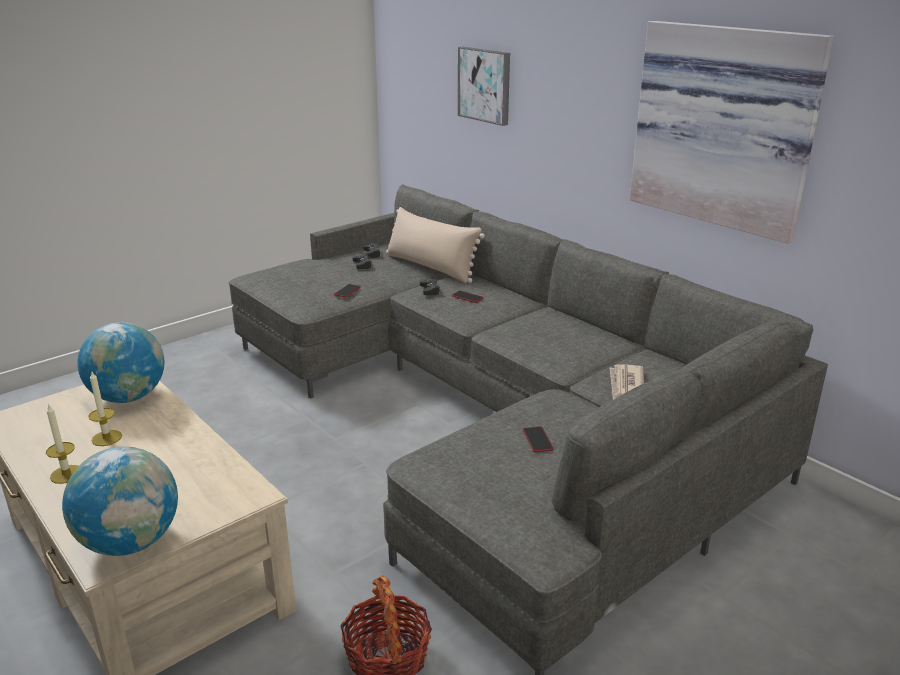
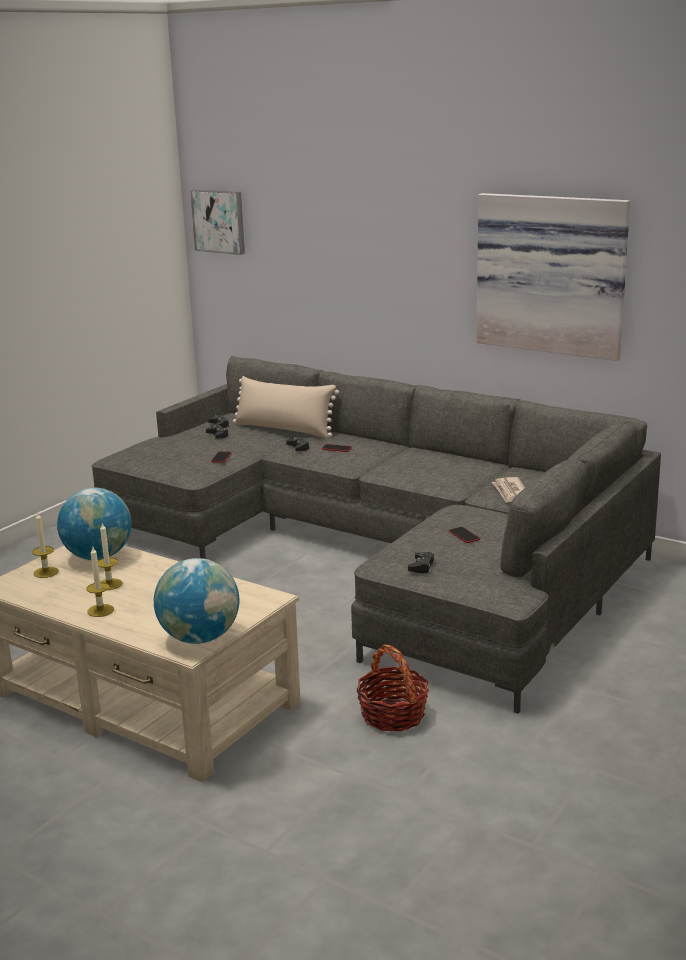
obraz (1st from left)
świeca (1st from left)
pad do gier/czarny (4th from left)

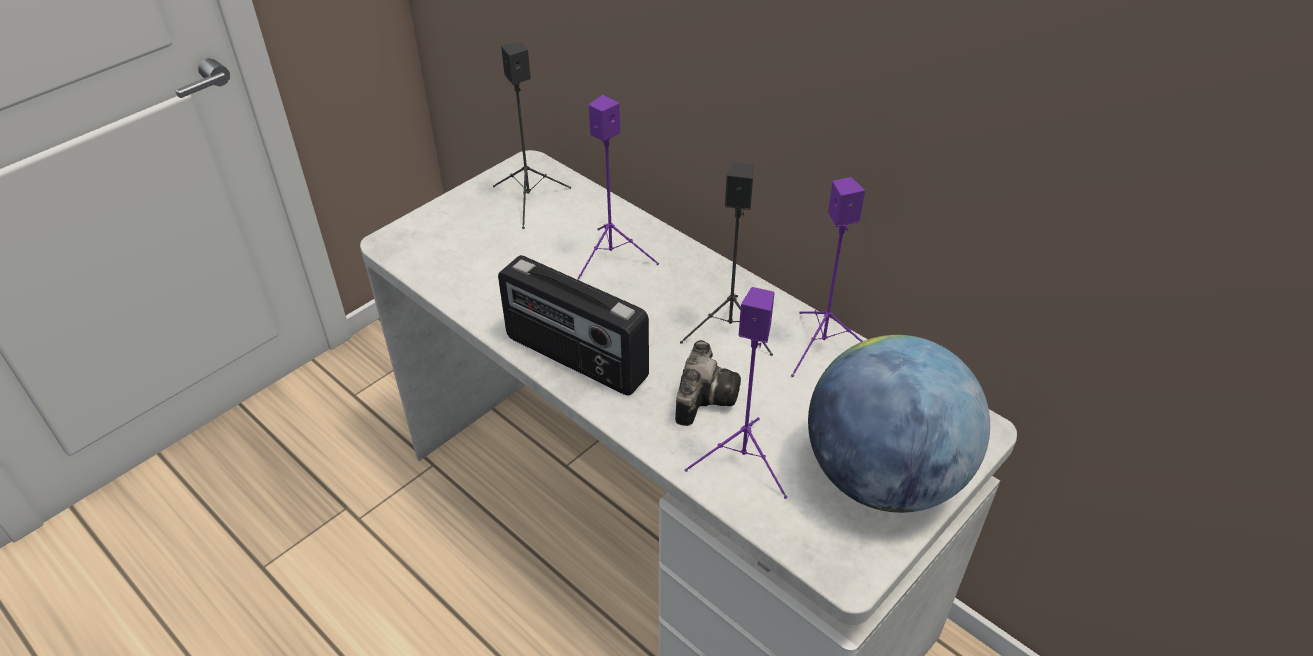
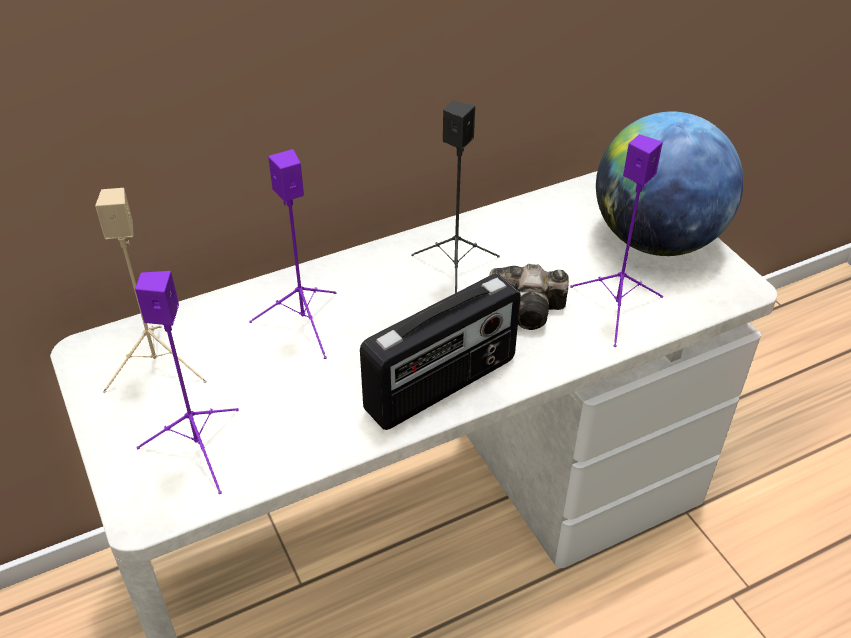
głośnik/beżowy
aparat fotograficzny
głośnik/fioletowy (1st from left)

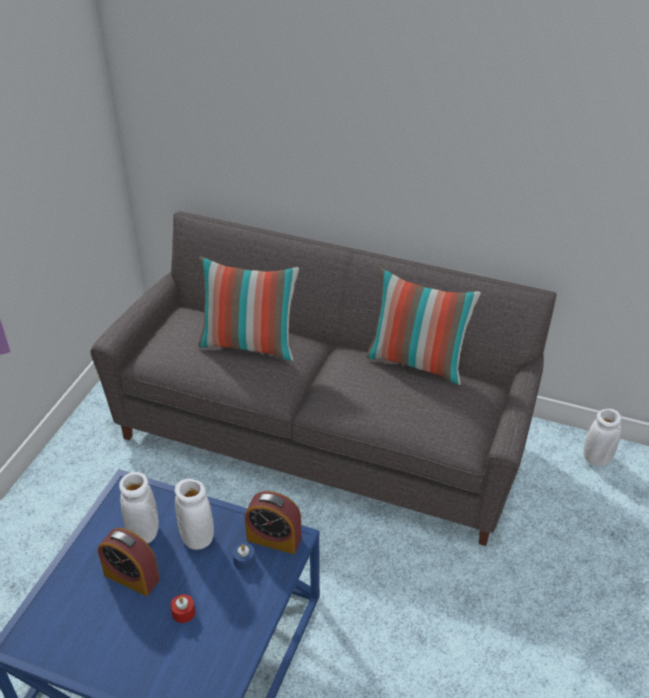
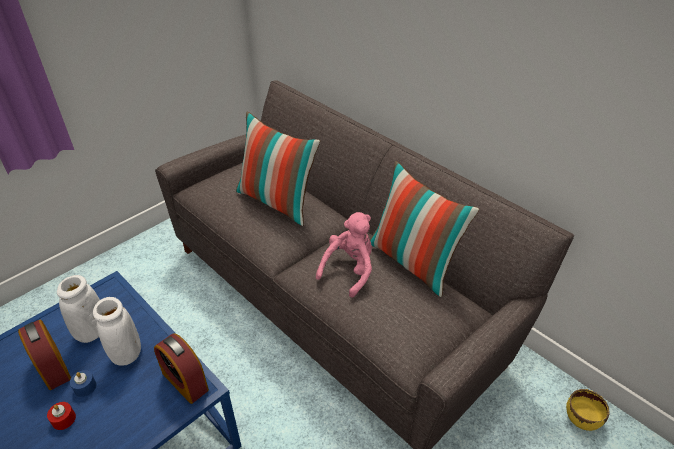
świeca/niebieski
miska/żółty
pluszak/różowy

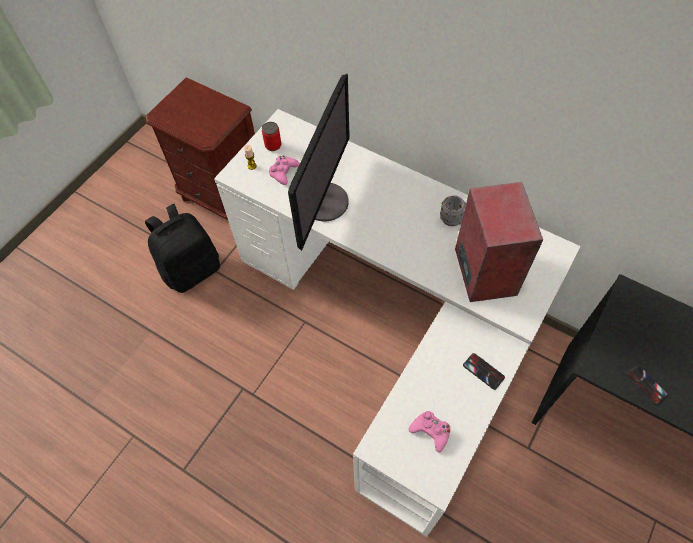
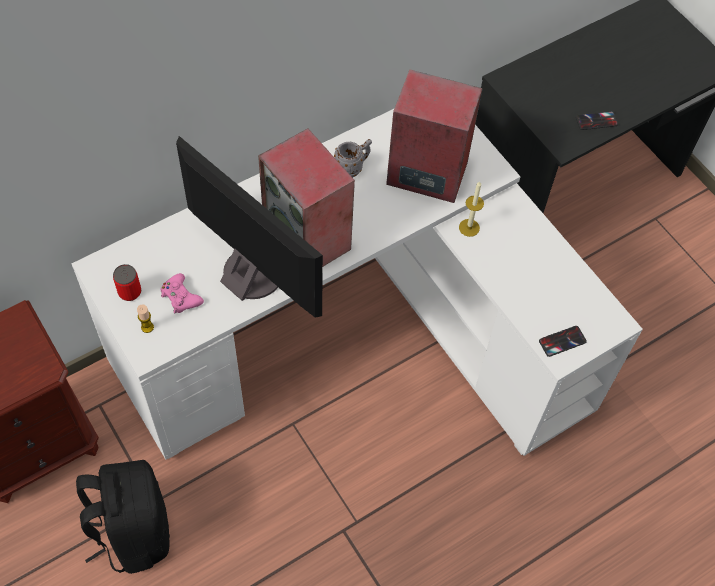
pad do gier/różowy (2nd from left in the first image)
telefon (1st from left)
głośnik (1st from left)
świeca (2nd from left)

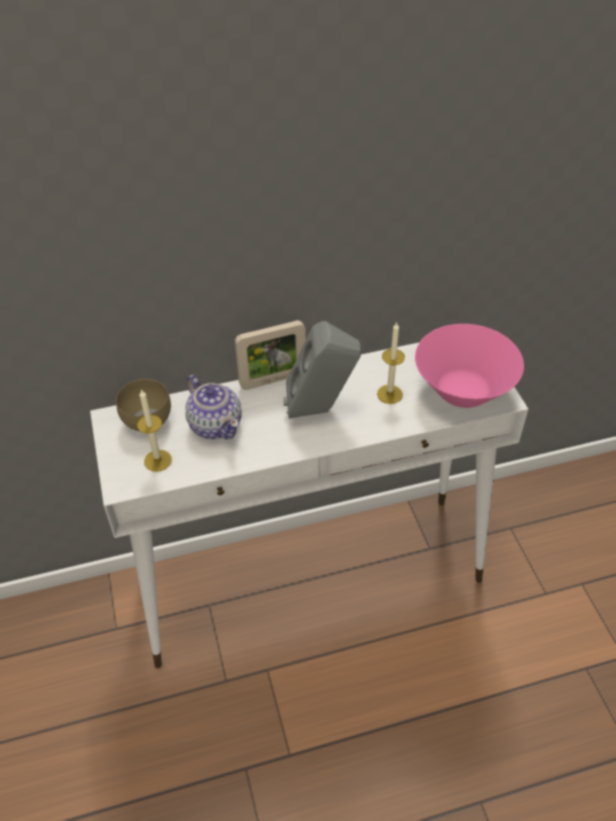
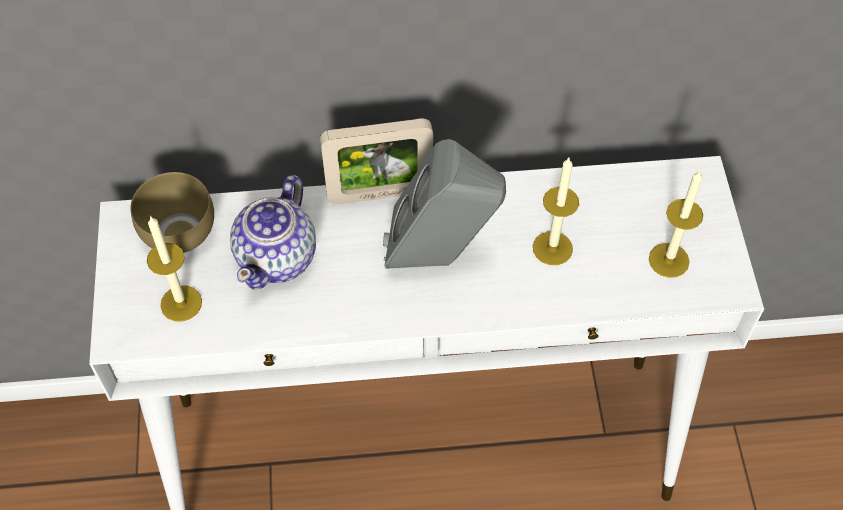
imbryk
świeca (3rd from left)

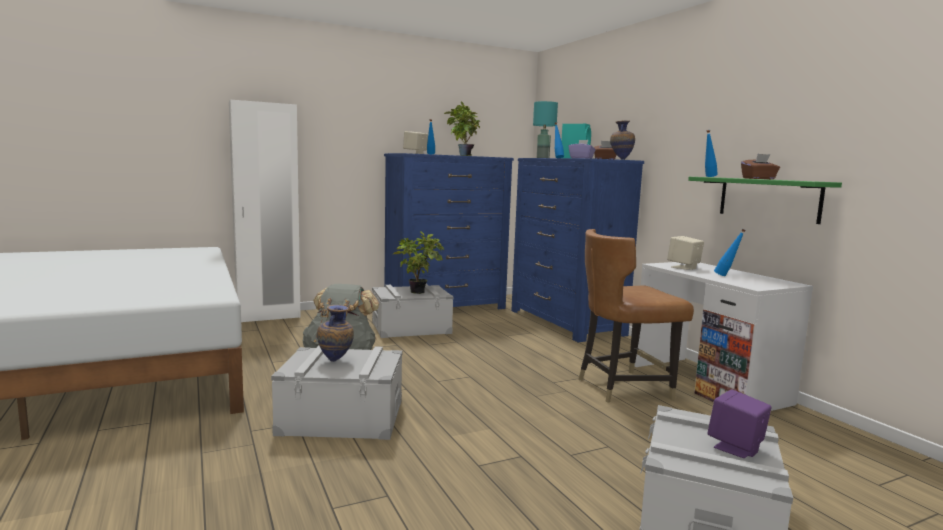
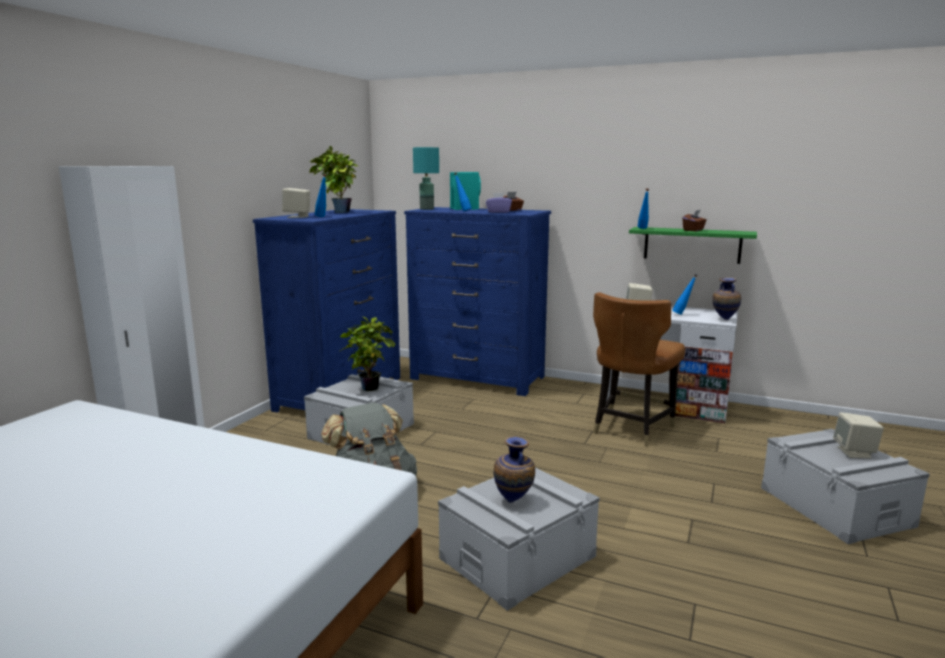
wazon (2nd from left)
głośnik/beżowy (3rd from left)

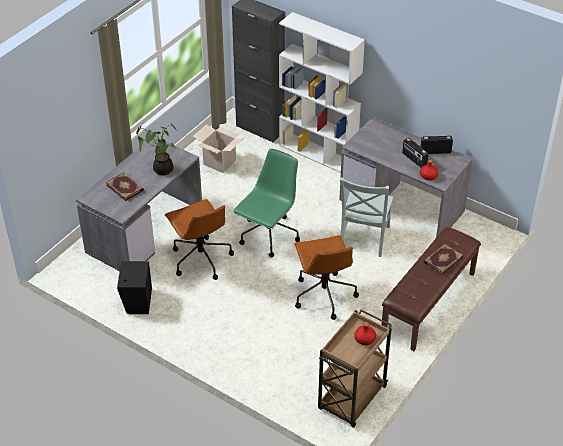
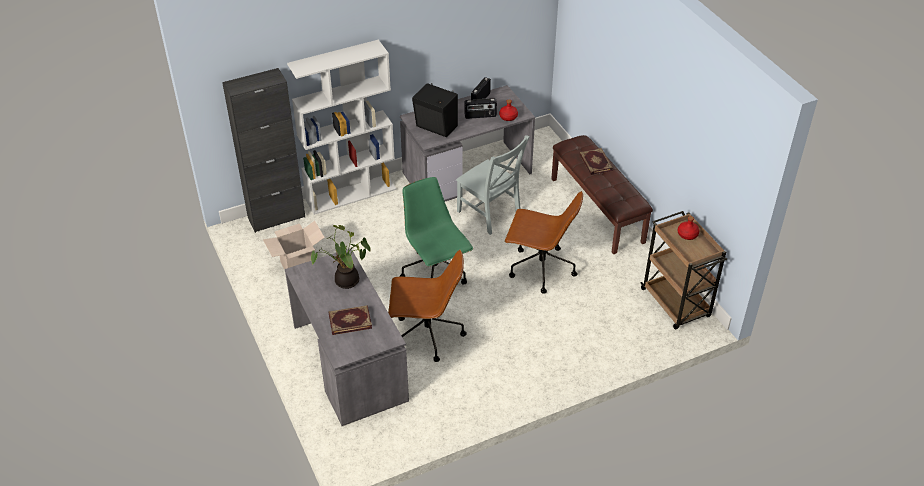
głośnik/czarny

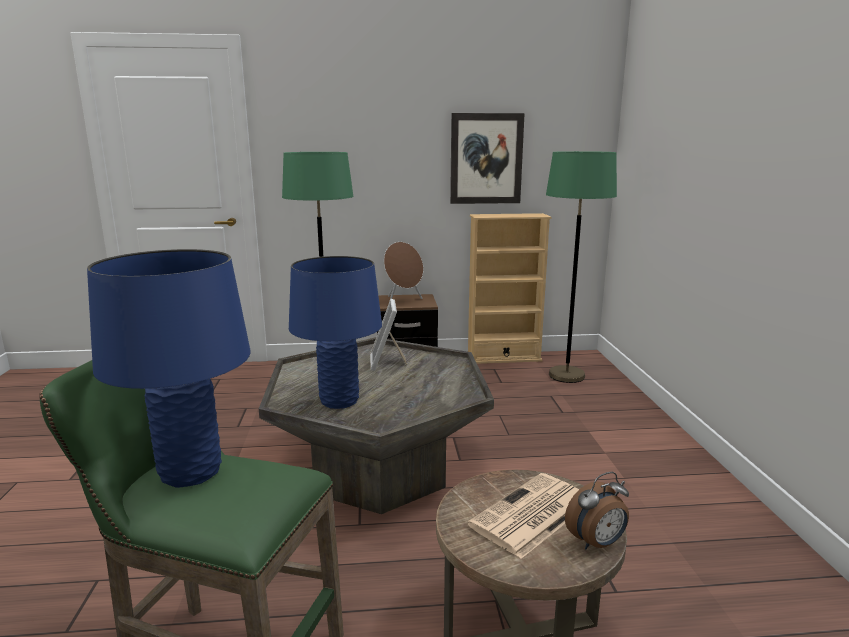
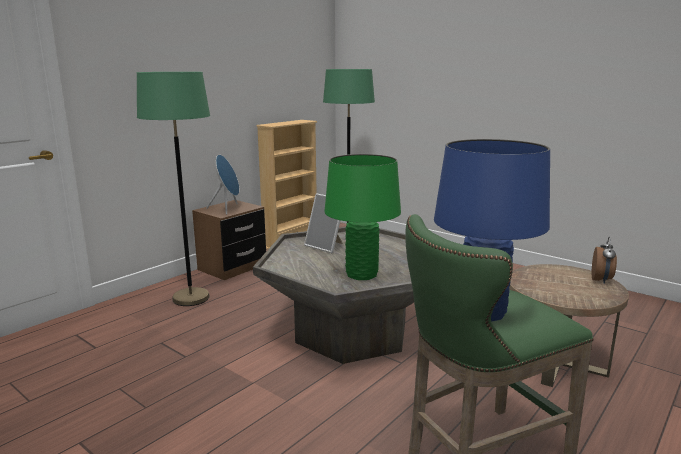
lampa stołowa/zielony
głośnik/niebieski
obraz
gazeta

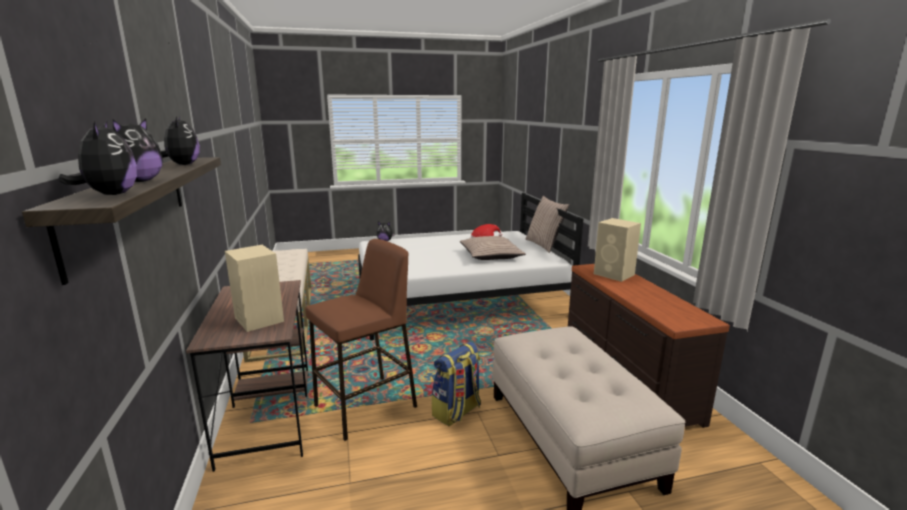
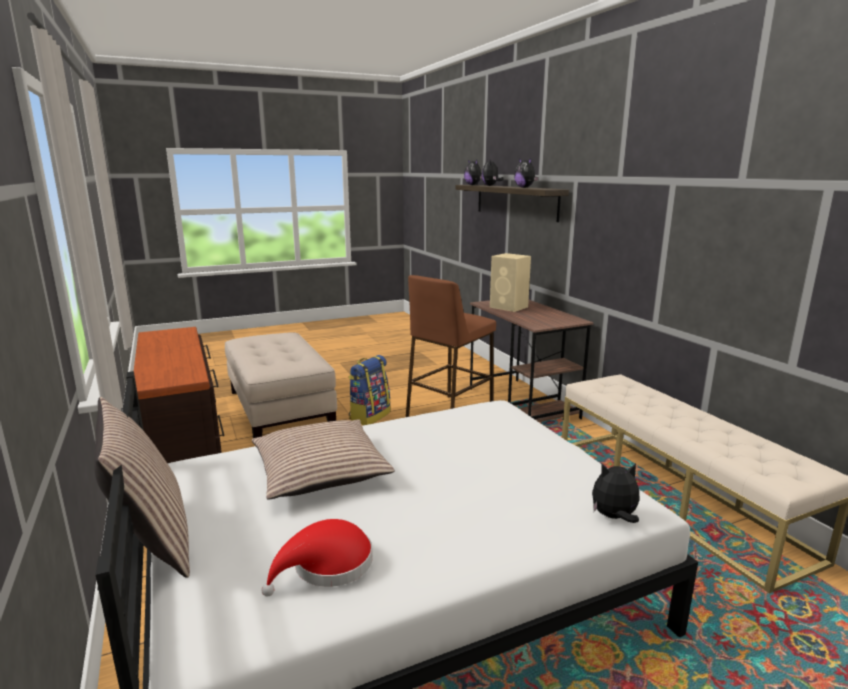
głośnik/beżowy (2nd from left in the first image)

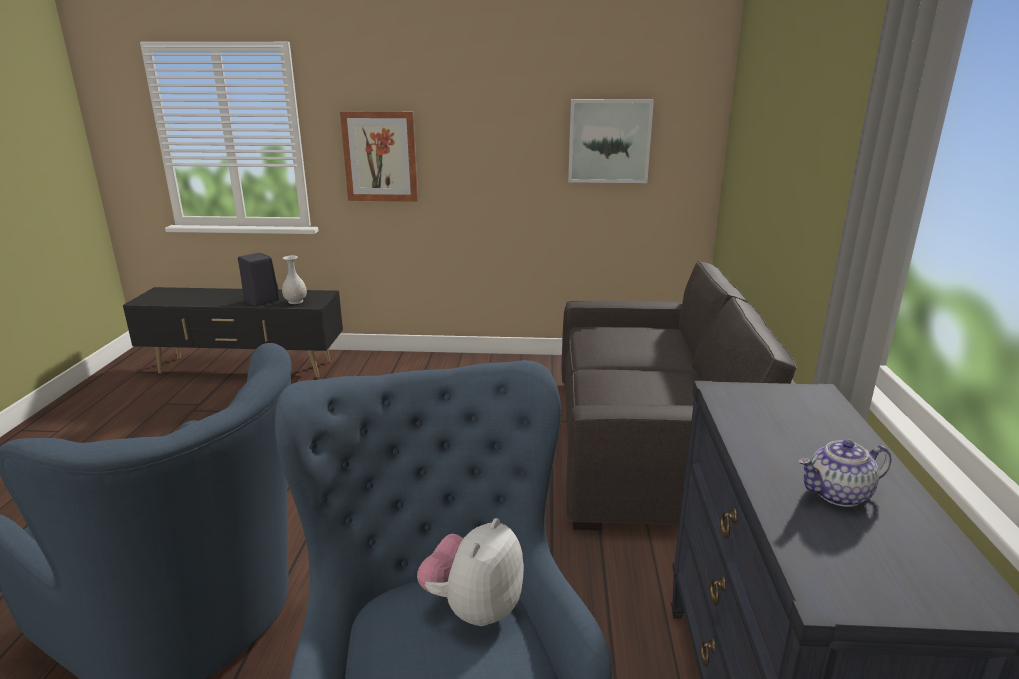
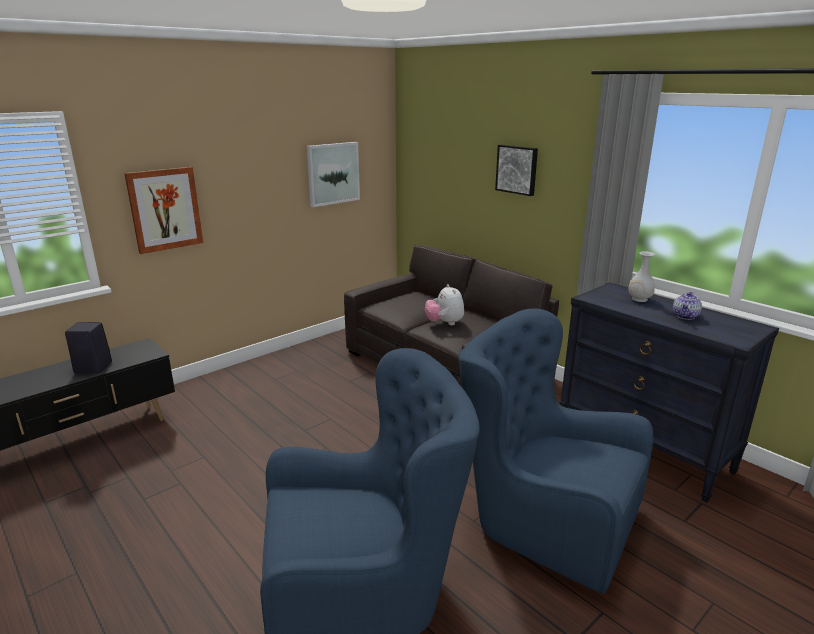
wazon/biały
pluszak
obraz (3rd from left)

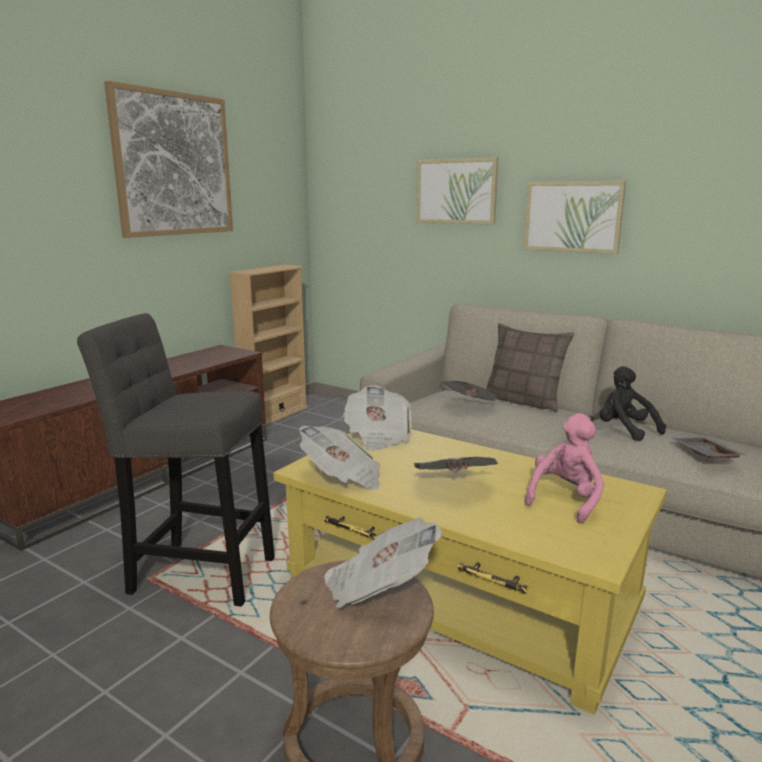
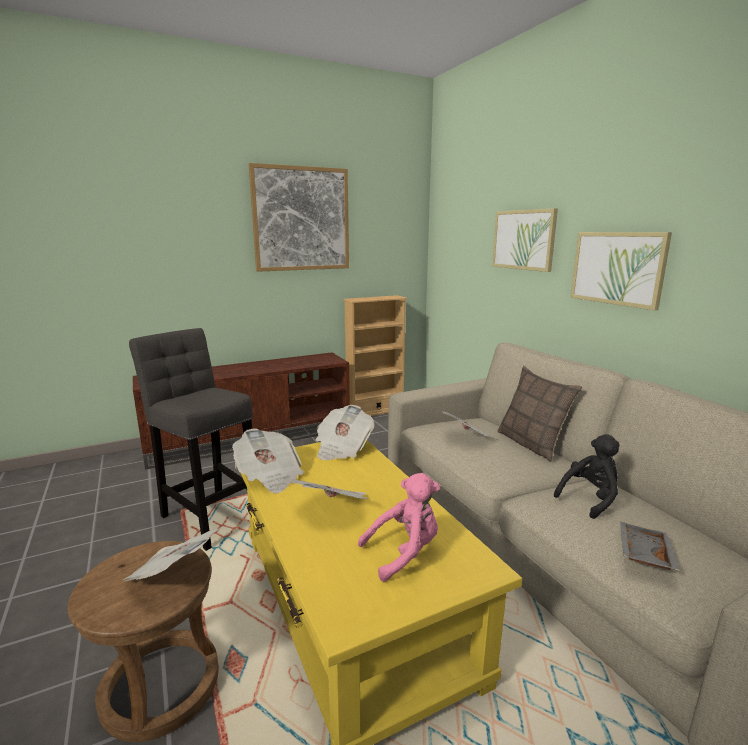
pluszak/czarny

